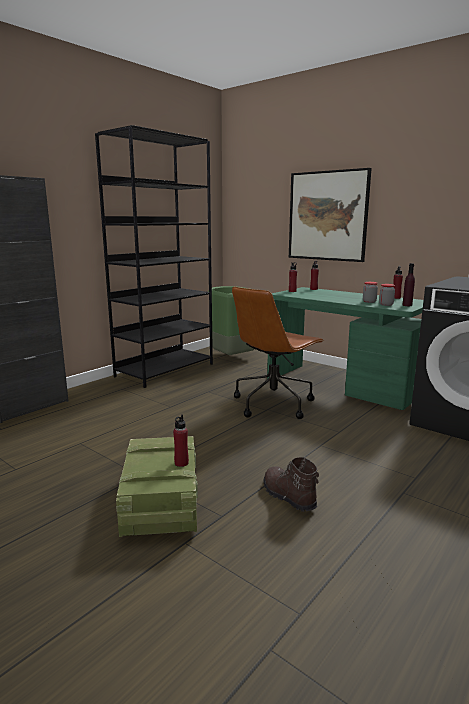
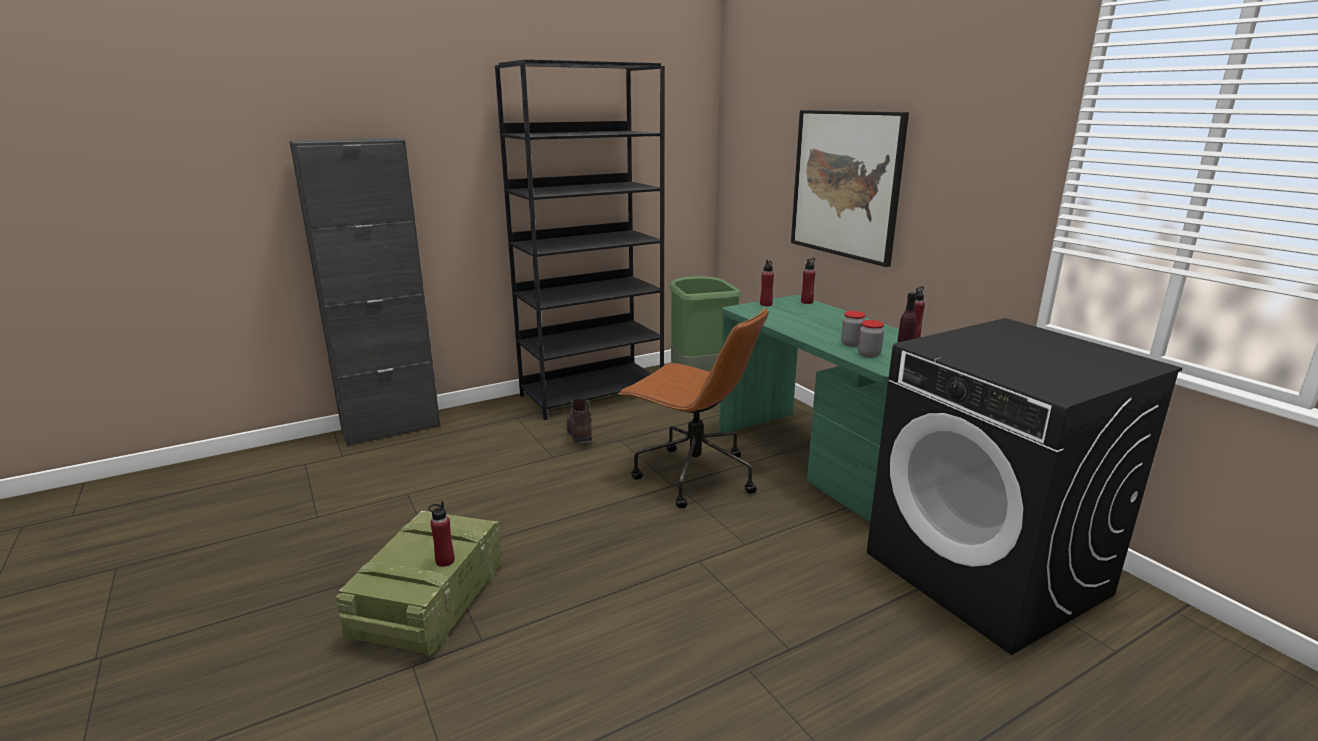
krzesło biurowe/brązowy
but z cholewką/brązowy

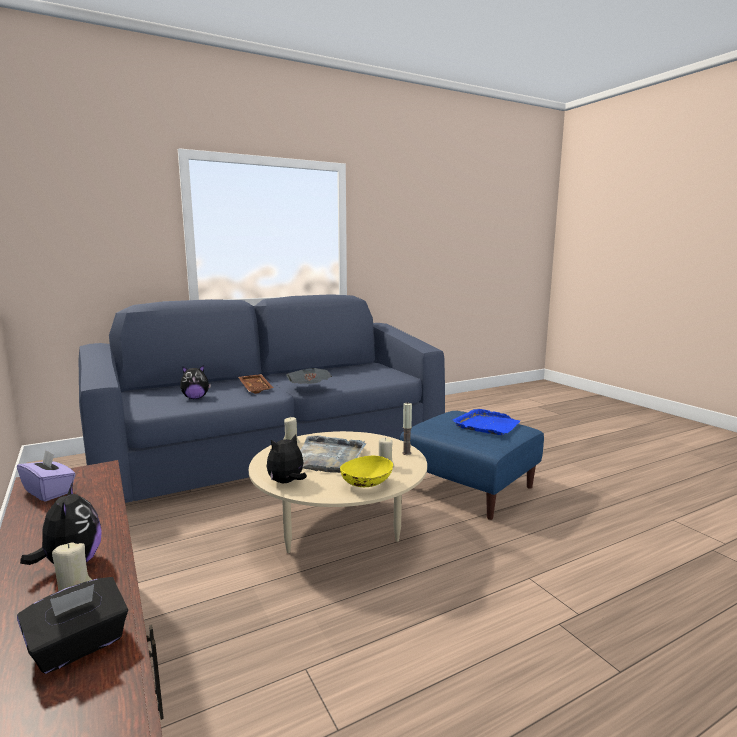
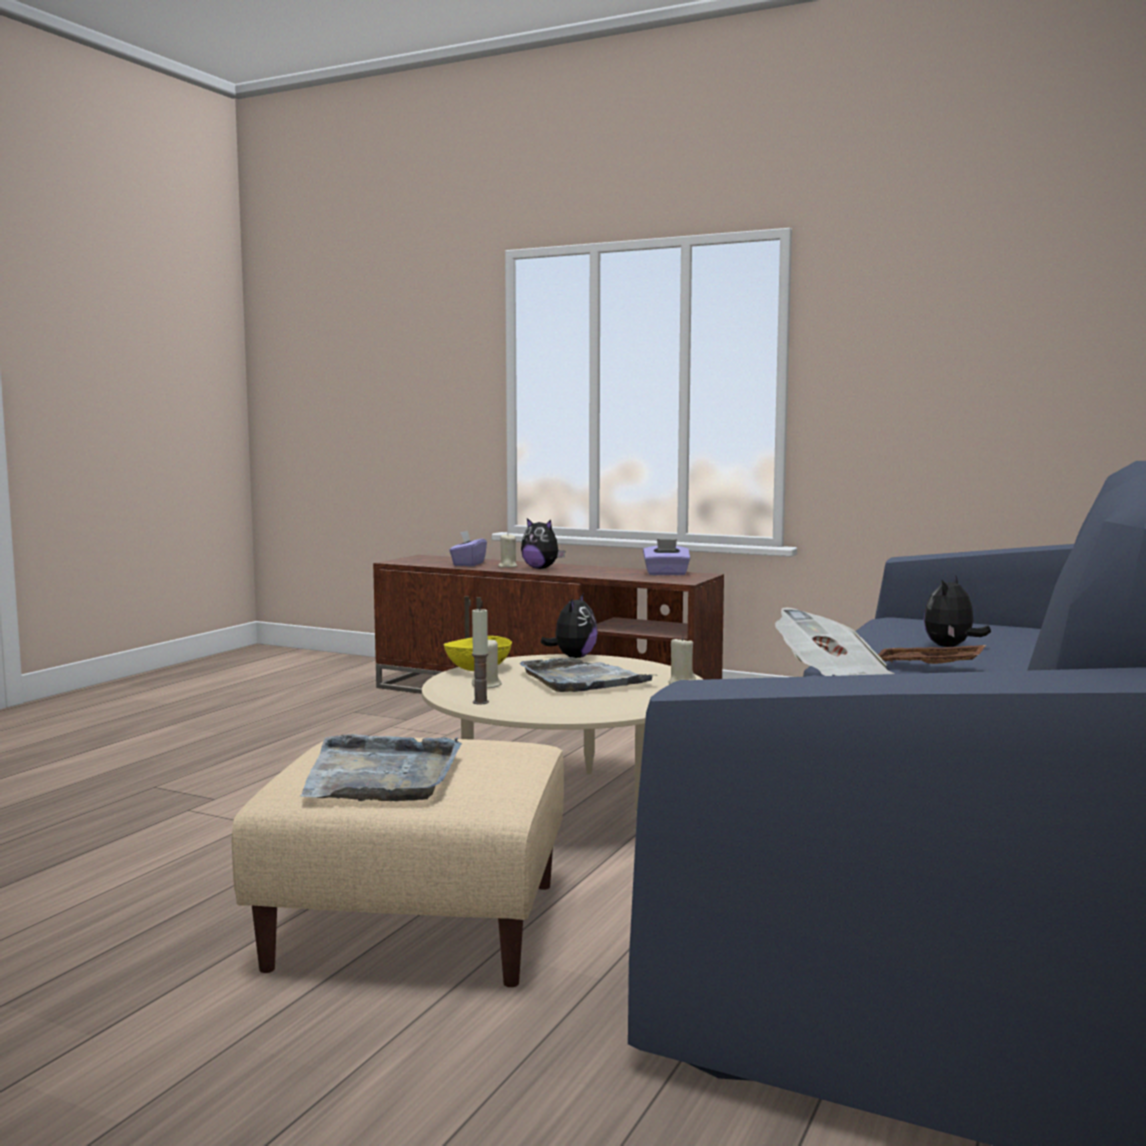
pudełko chusteczek/fioletowy (1st from left)
pufa/beżowy
taca/szary (1st from left)

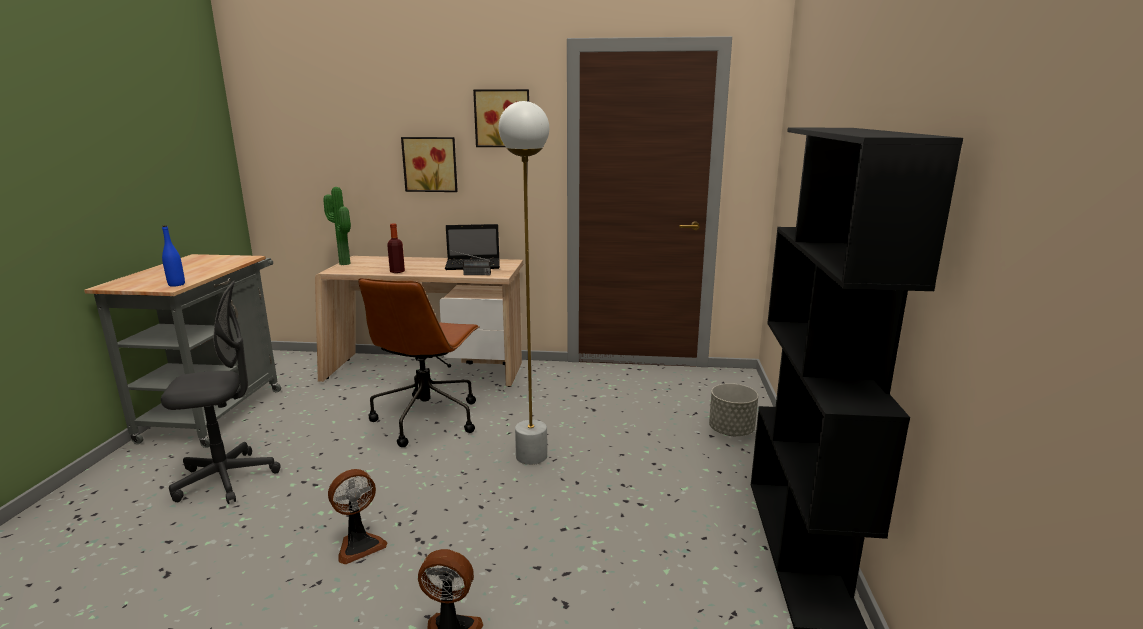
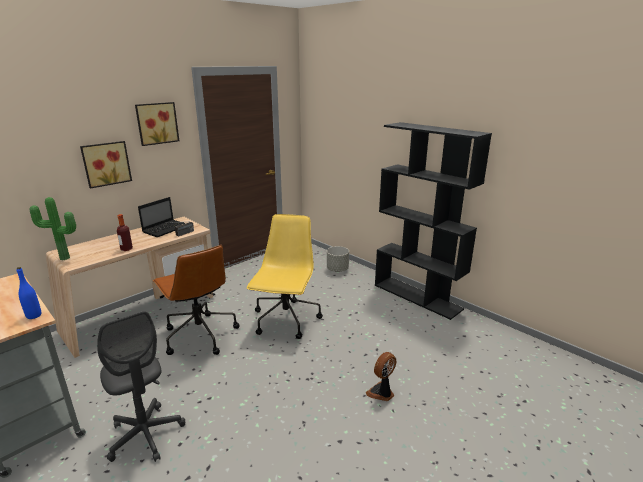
krzesło biurowe/szary
wentylator (1st from left in the first image)
krzesło biurowe/żółty

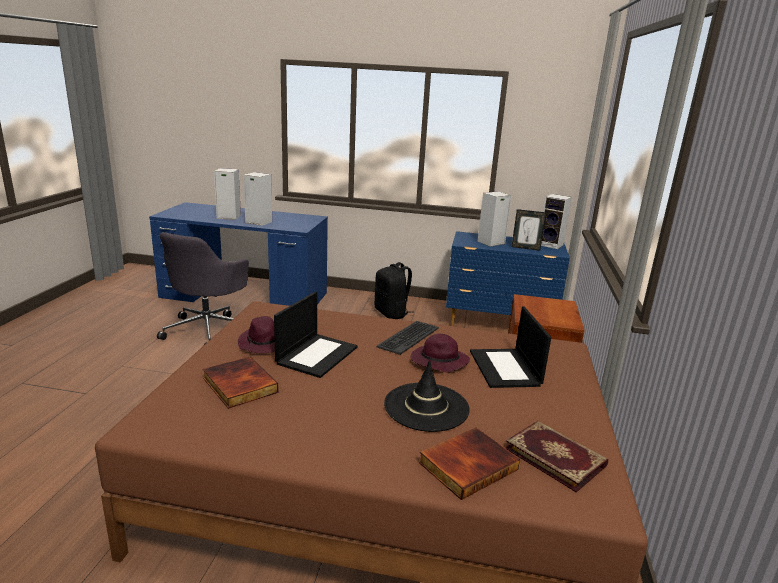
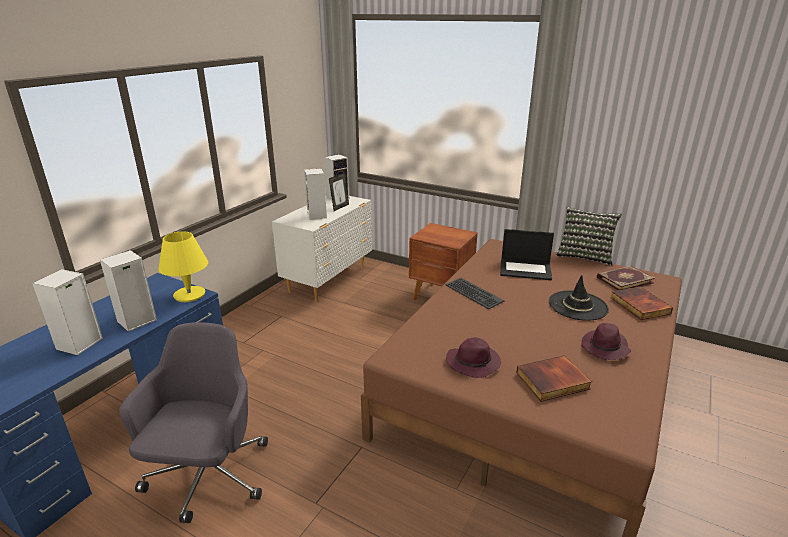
krzesło biurowe/szary
laptop (1st from left in the first image)
plecak/czarny
kapelusz/fioletowy (2nd from left)
komoda/biały
lampa stołowa/żółty
poduszka

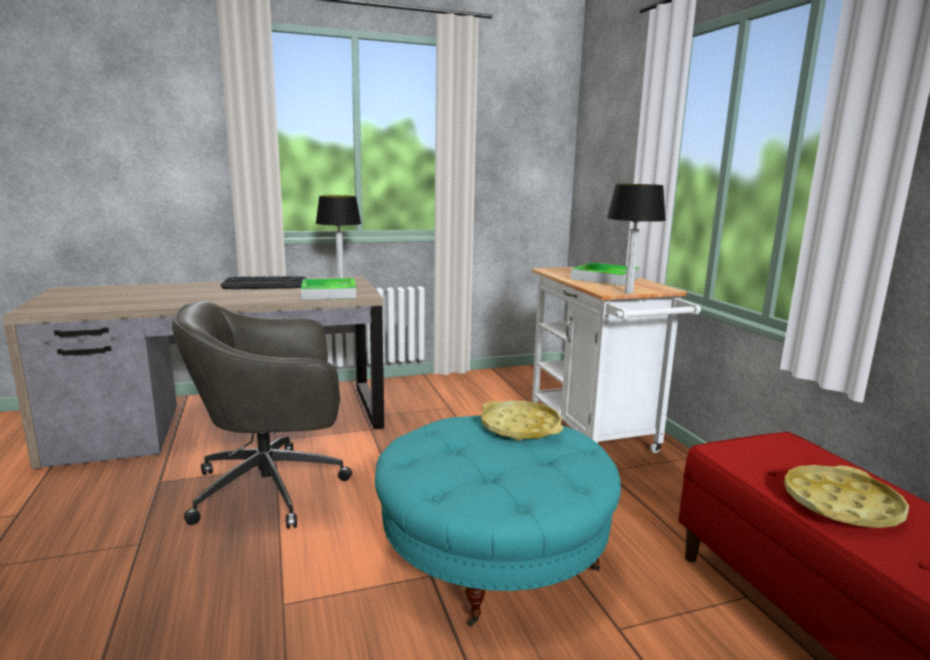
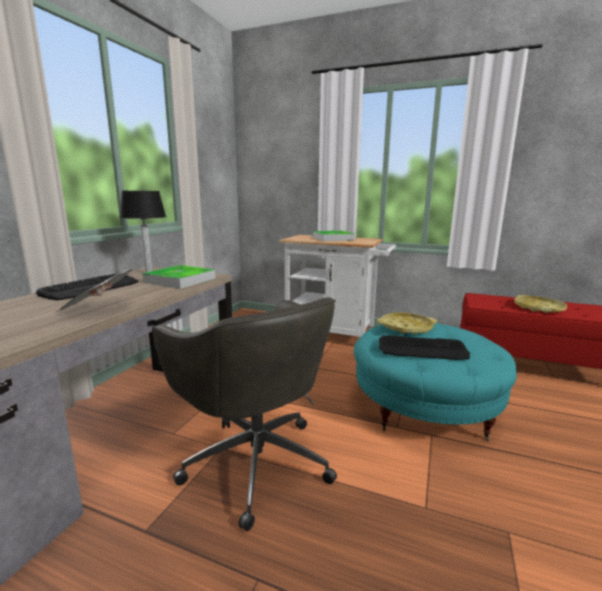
krzesło biurowe/szary
lampa stołowa (2nd from left in the first image)
gazeta
klawiatura (2nd from left)

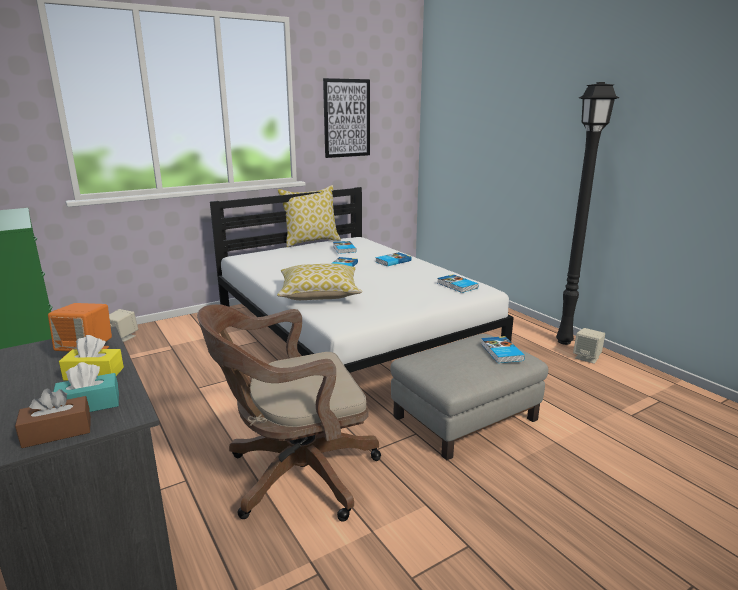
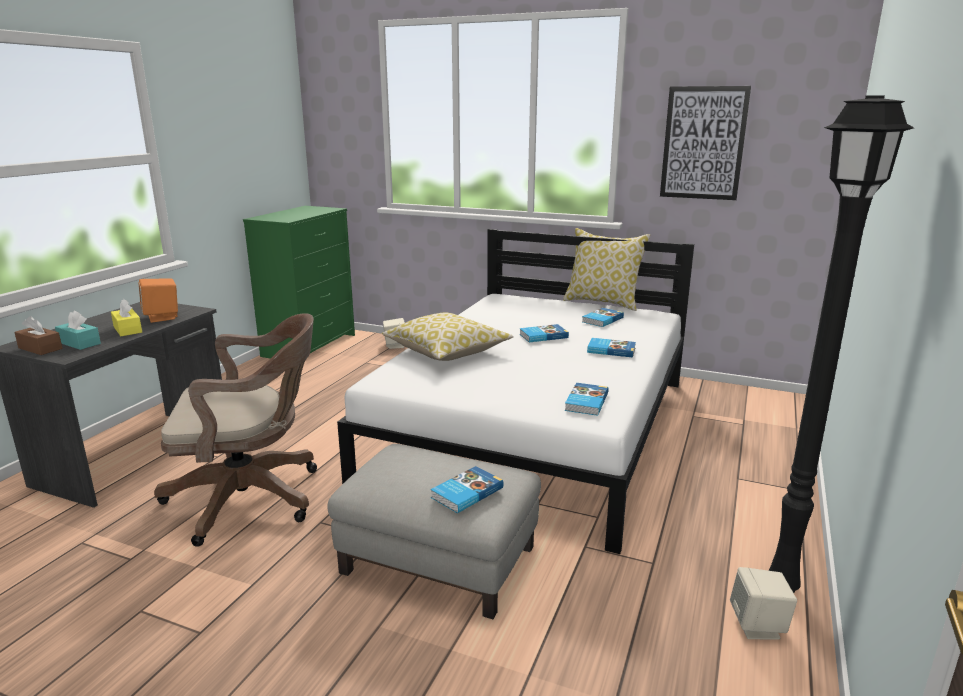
krzesło biurowe/brązowy

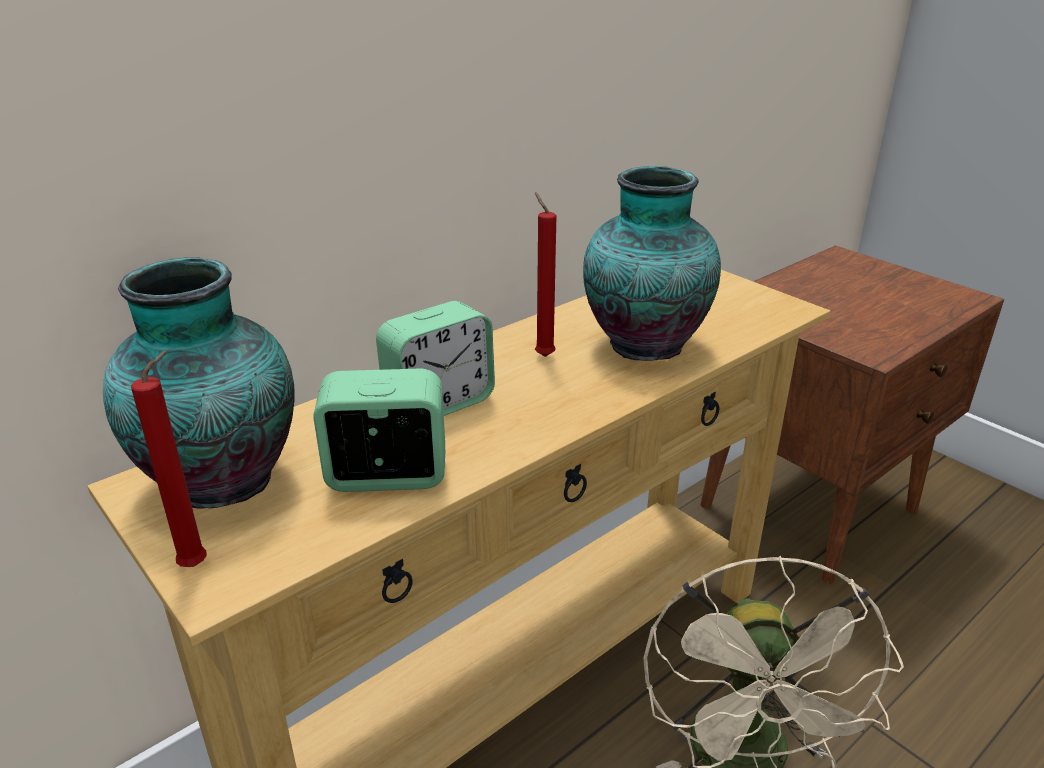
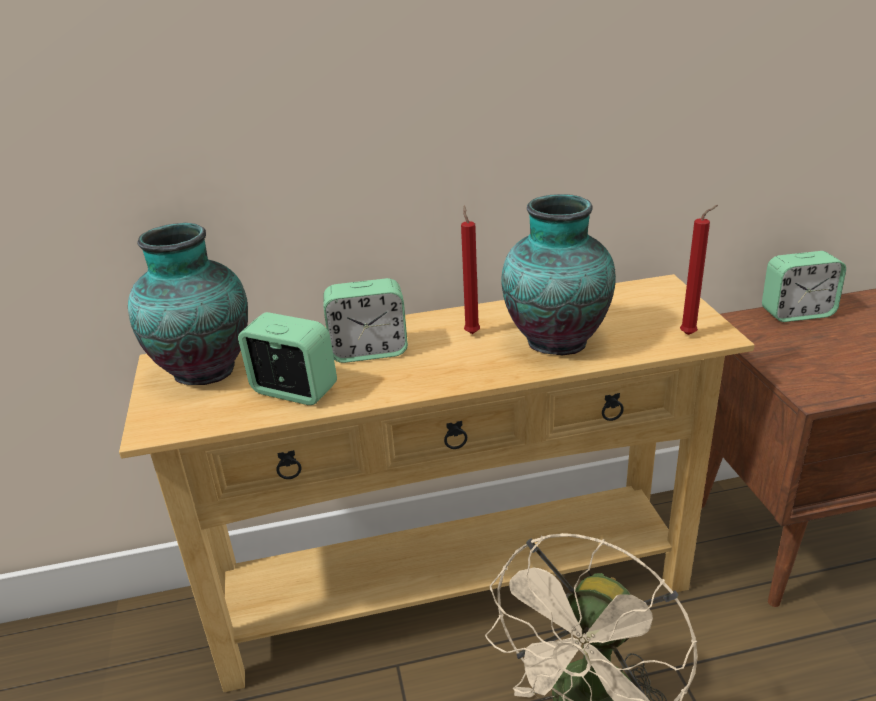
świeca/czerwony (2nd from left)
budzik (3rd from left)

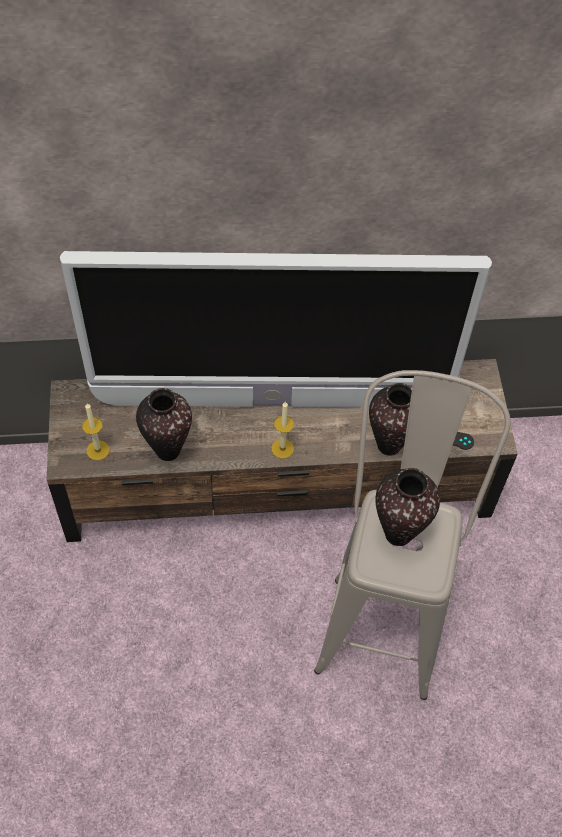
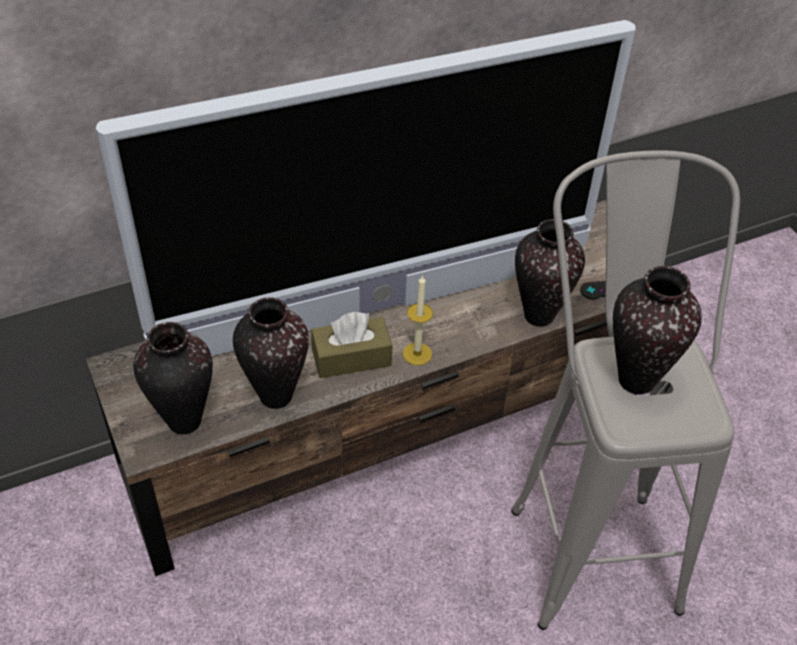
wazon (1st from left)
pudełko chusteczek/brązowy

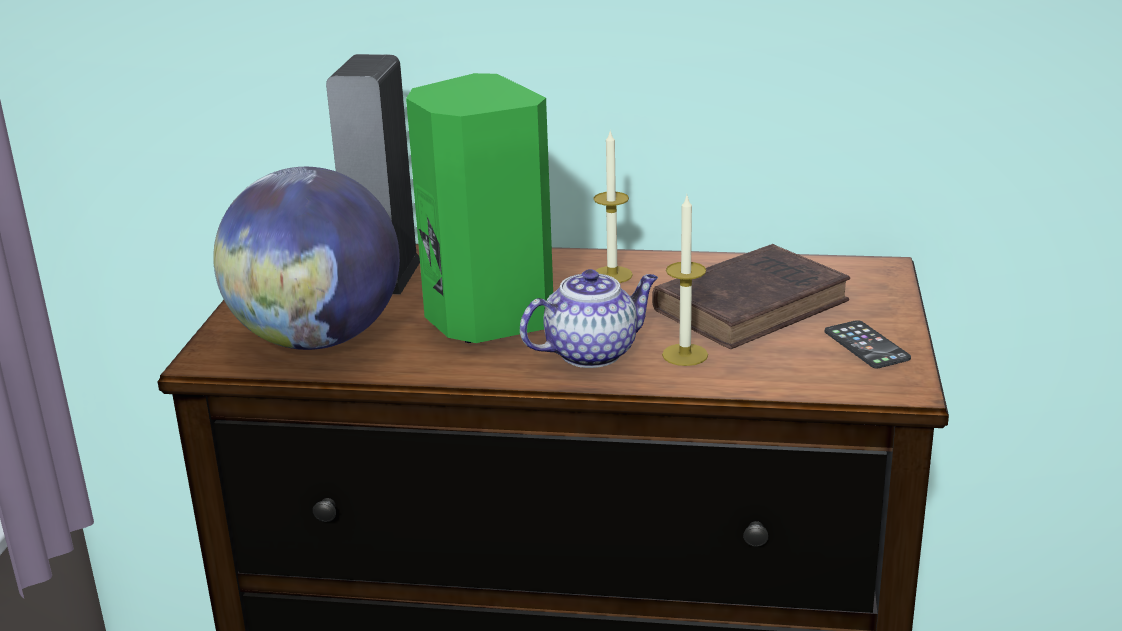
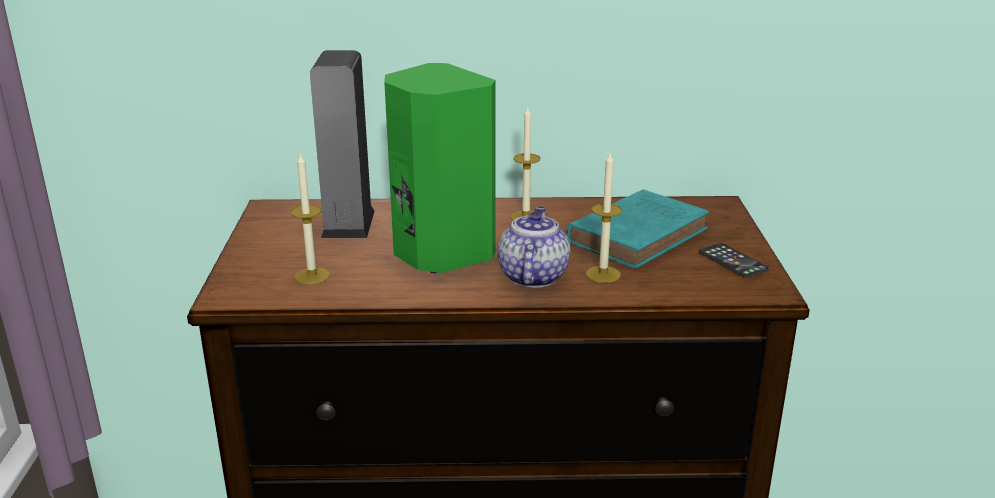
świeca (1st from left)
imbryk
książka/turkusowy

